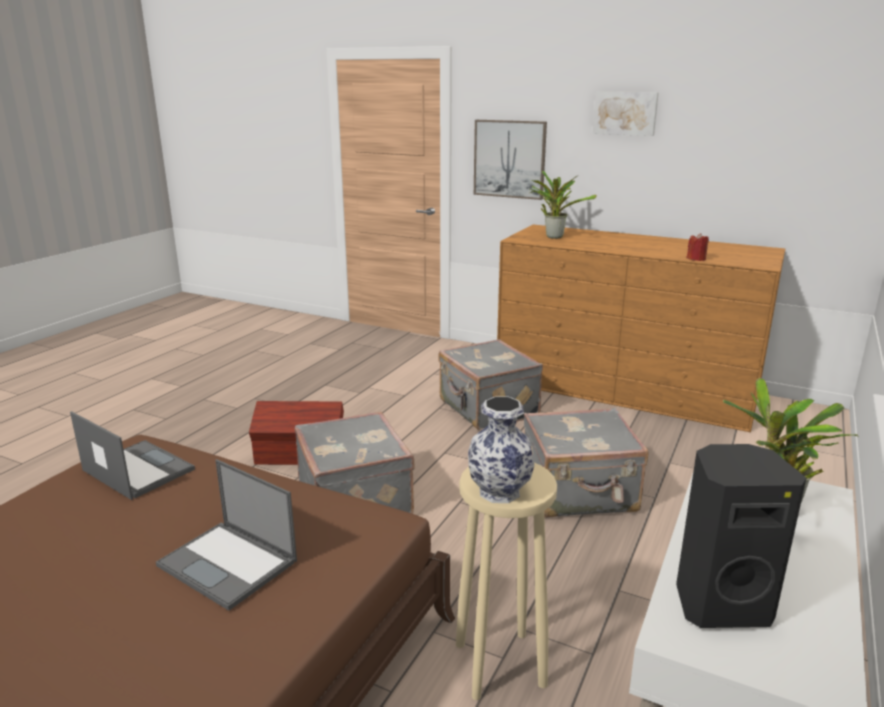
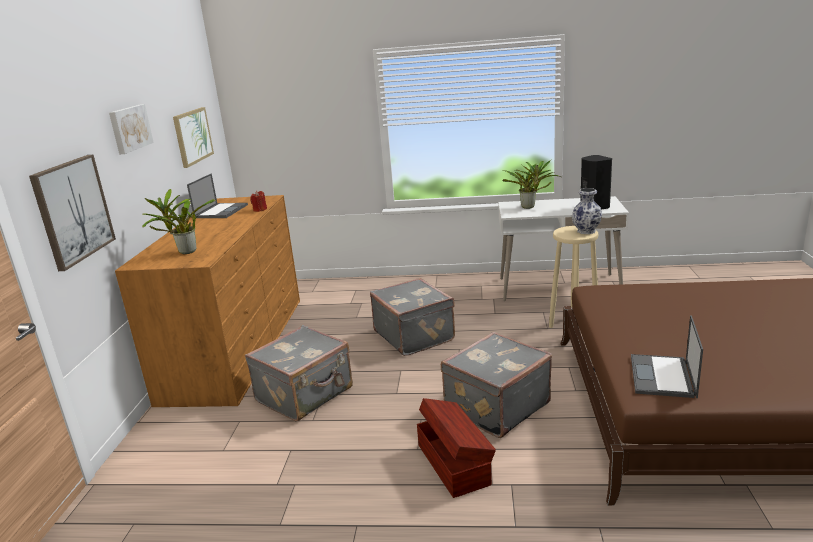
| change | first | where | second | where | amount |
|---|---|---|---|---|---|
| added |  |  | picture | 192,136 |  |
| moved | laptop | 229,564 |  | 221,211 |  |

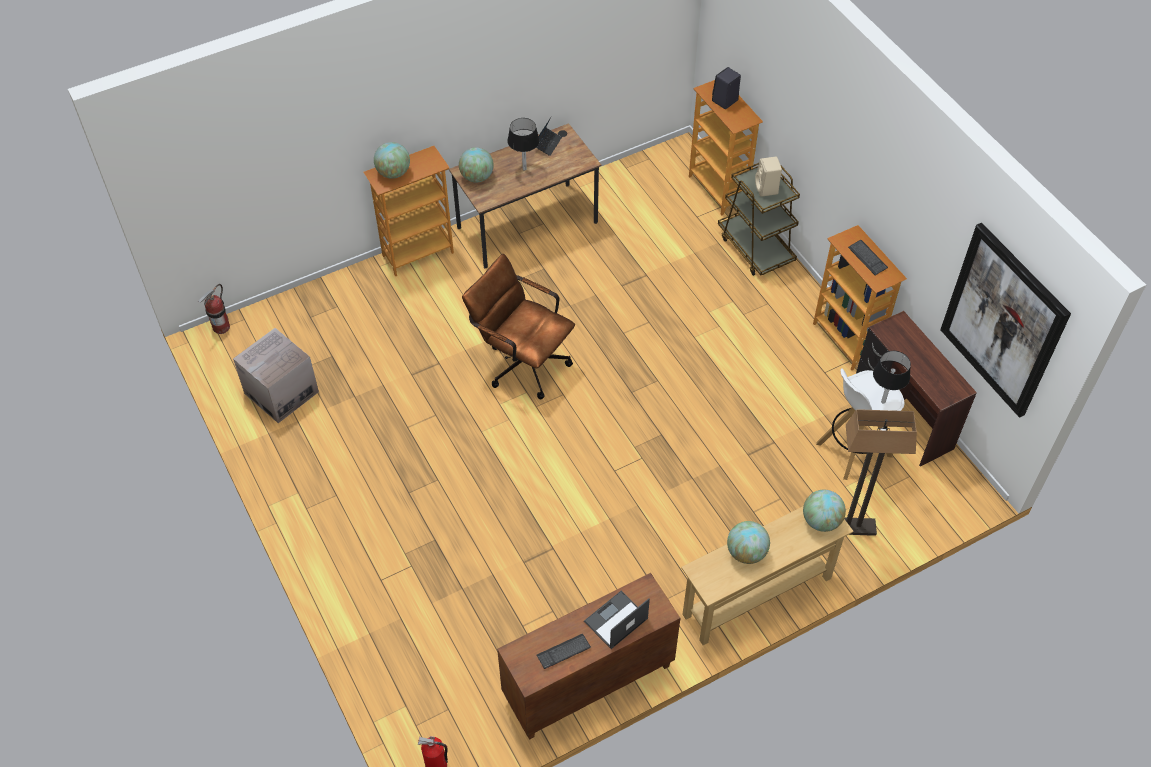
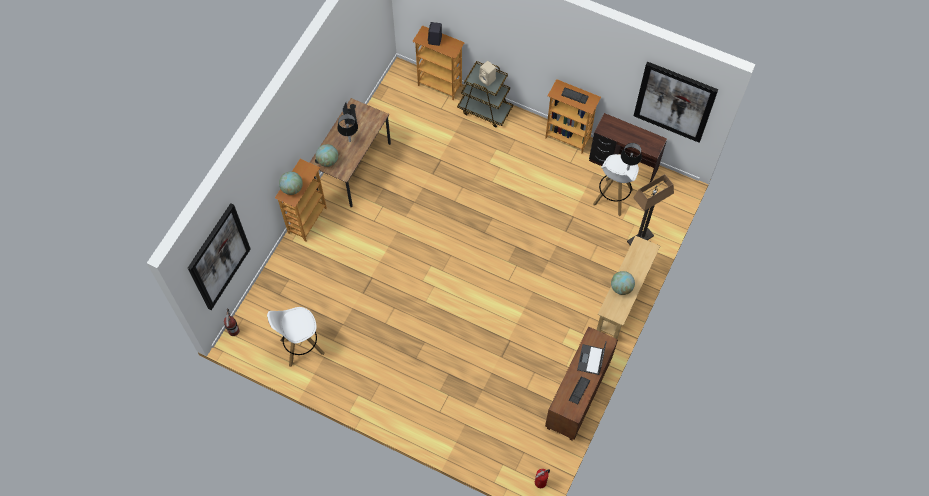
| change | first | where | second | where | amount |
|---|---|---|---|---|---|
| removed | brown office chair | 521,362 |  |  |  |
| removed | globe | 821,521 |  |  |  |
| added |  |  | picture | 219,257 |  |
| replaced | cardboard box | 281,392 | white stool | 301,347 |  |

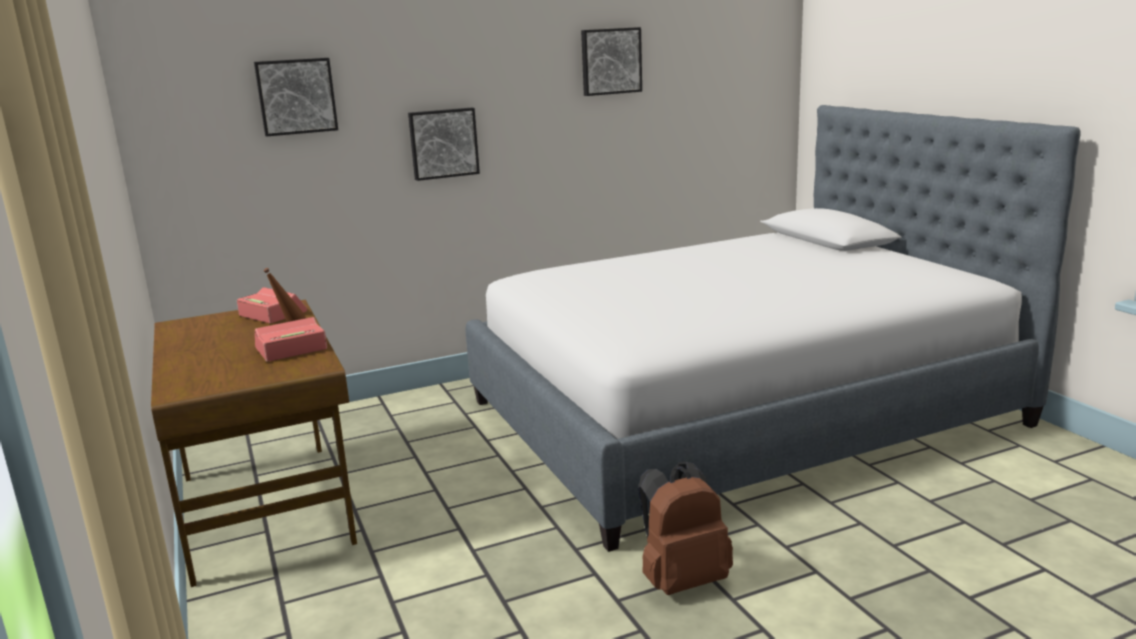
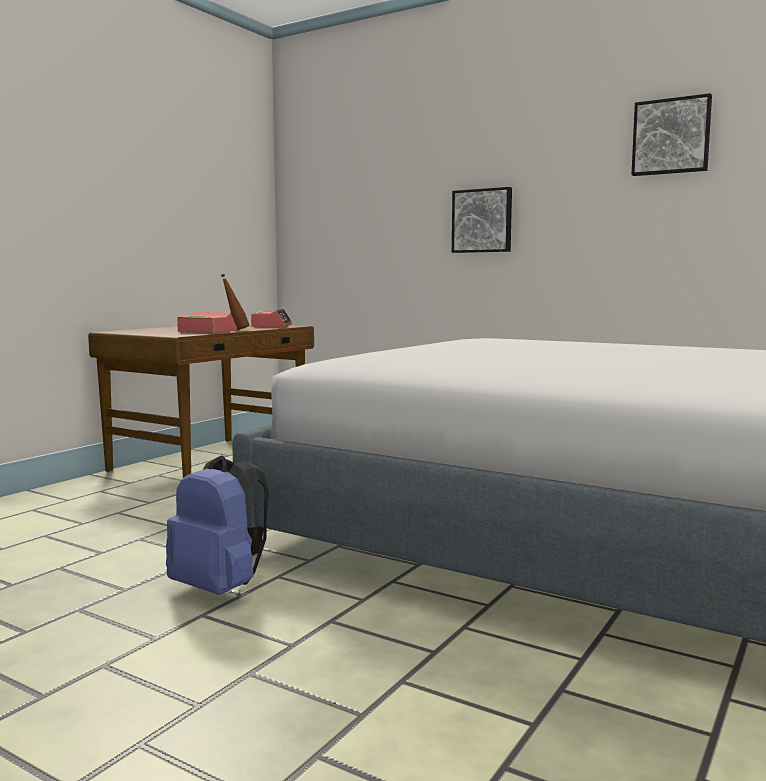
| change | first | where | second | where | amount |
|---|---|---|---|---|---|
| removed | picture | 296,96 |  |  |  |
| recoloured | brown backpack | 682,580 | blue backpack | 220,588 |  |

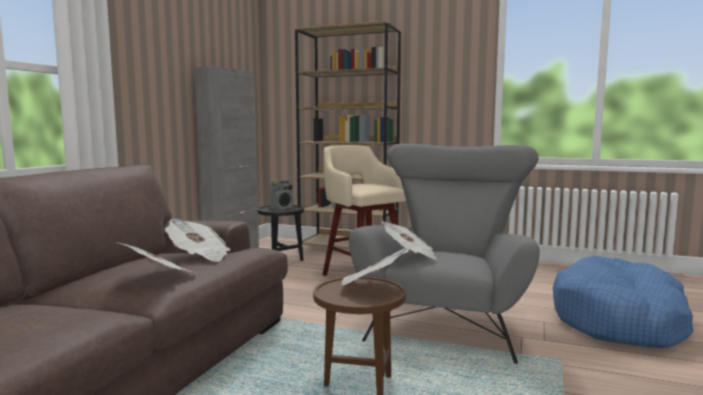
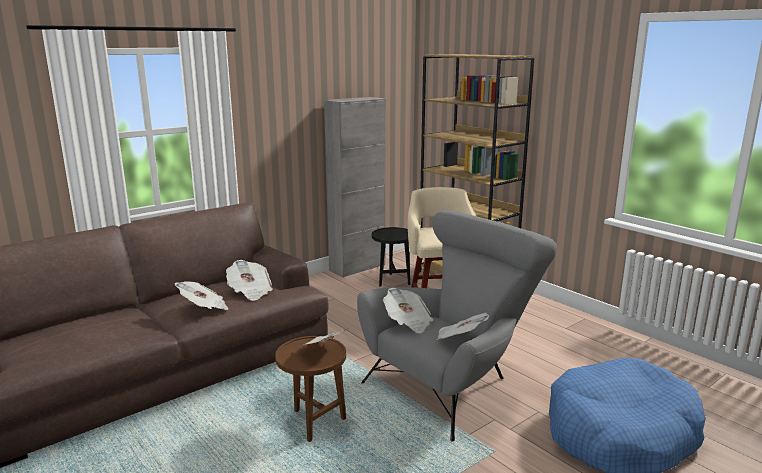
| change | first | where | second | where | amount |
|---|---|---|---|---|---|
| removed | radio | 282,208 |  |  |  |
| added |  |  | newspaper | 460,339 |  |

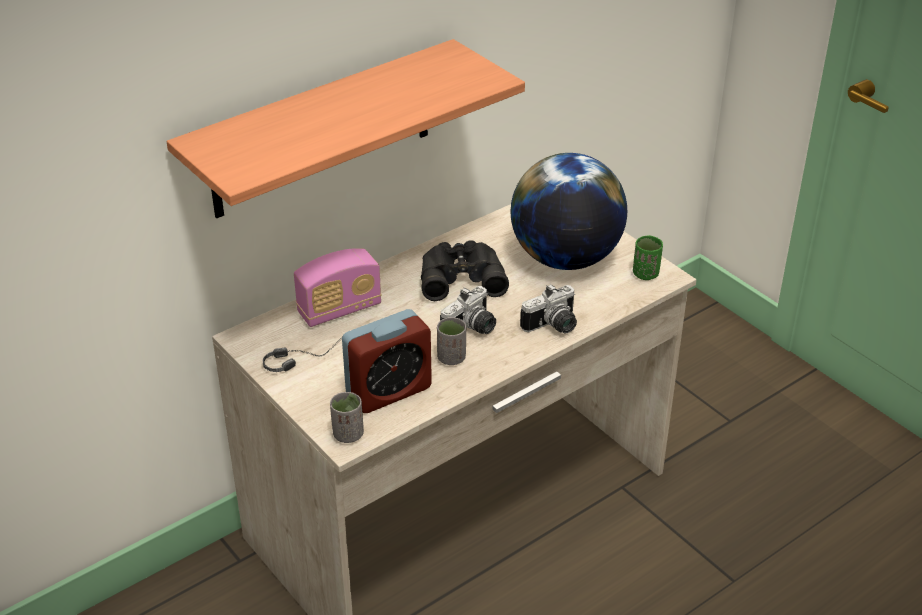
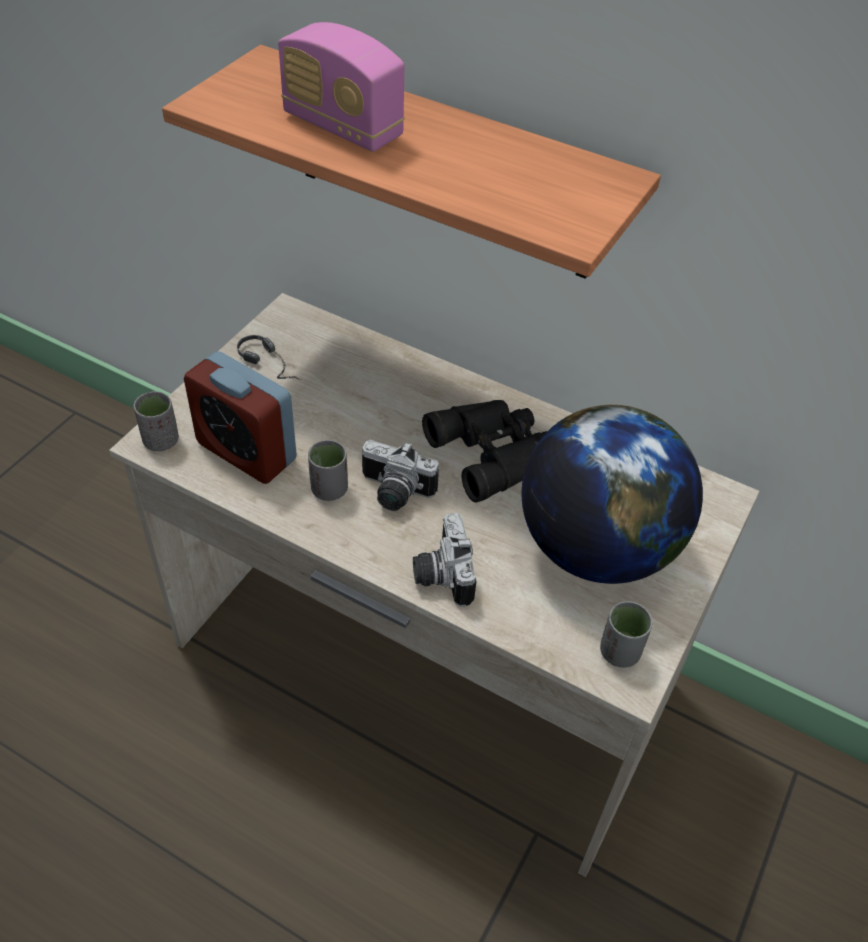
| change | first | where | second | where | amount |
|---|---|---|---|---|---|
| moved | radio | 339,309 |  | 342,127 |  |
| recoloured | green cup | 645,274 | grey cup | 619,652 |  |
| turned | photo camera | 553,326 |  | 440,574 | 45 degrees clockwise |

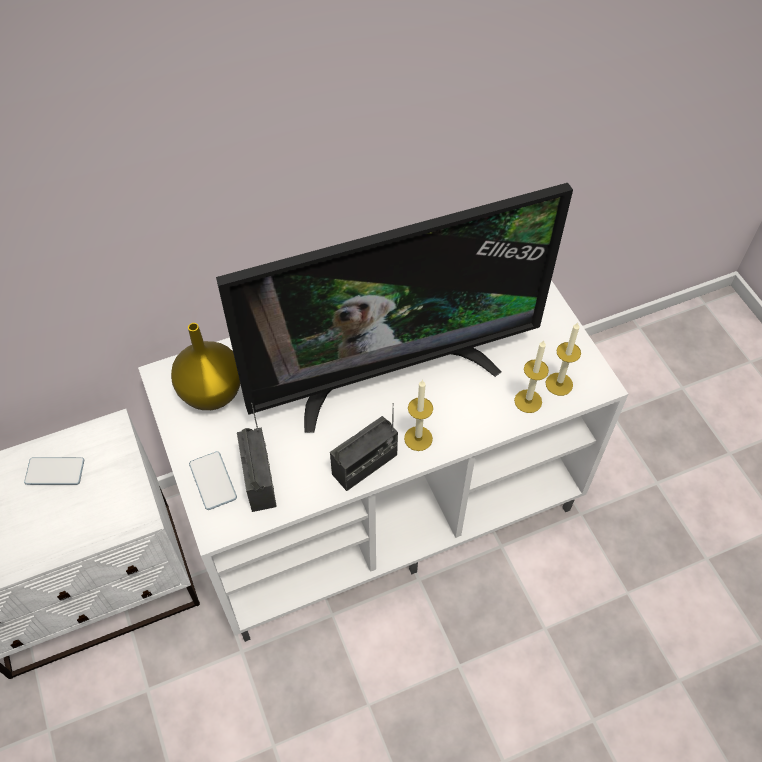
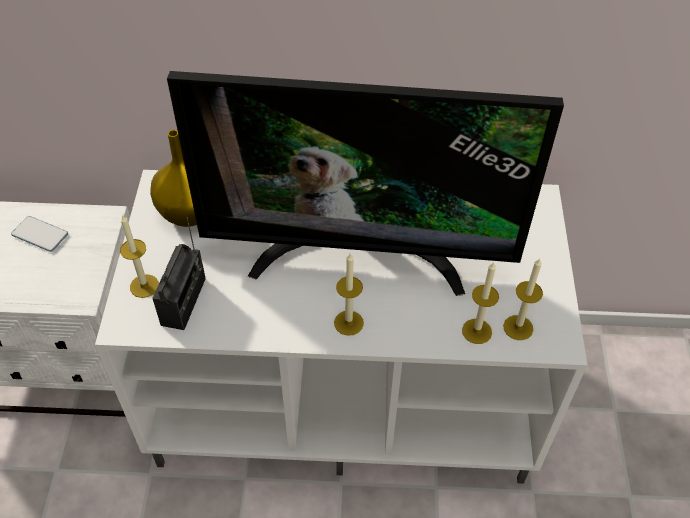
| change | first | where | second | where | amount |
|---|---|---|---|---|---|
| removed | radio | 365,465 |  |  |  |
| replaced | phone | 213,481 | candle | 144,286 |  |

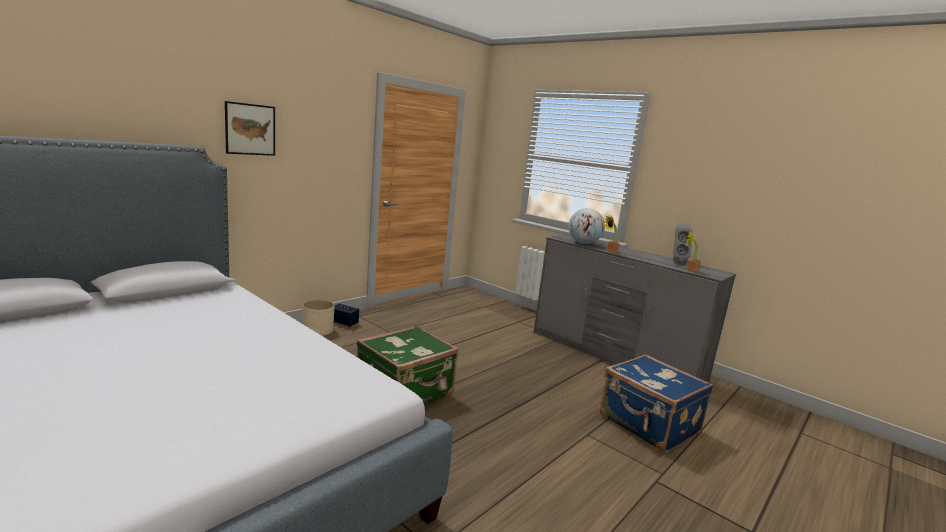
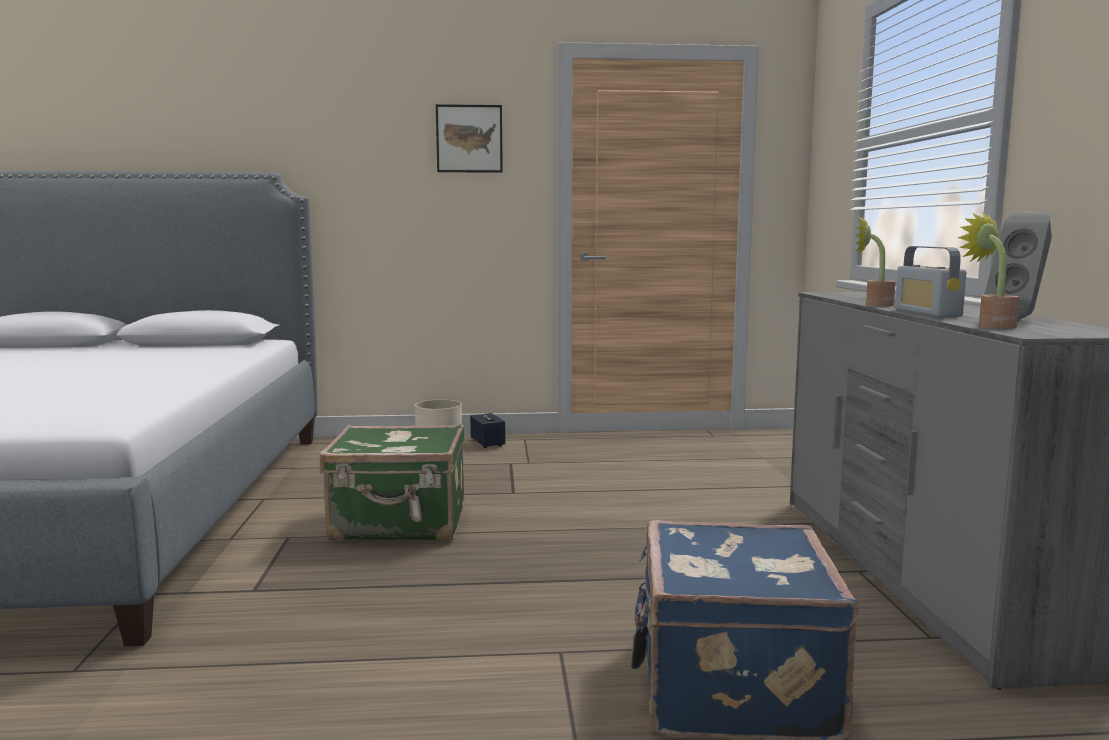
| change | first | where | second | where | amount |
|---|---|---|---|---|---|
| removed | globe | 583,243 |  |  |  |
| added |  |  | radio | 927,313 |  |
| moved | picture | 250,129 |  | 469,138 |  |

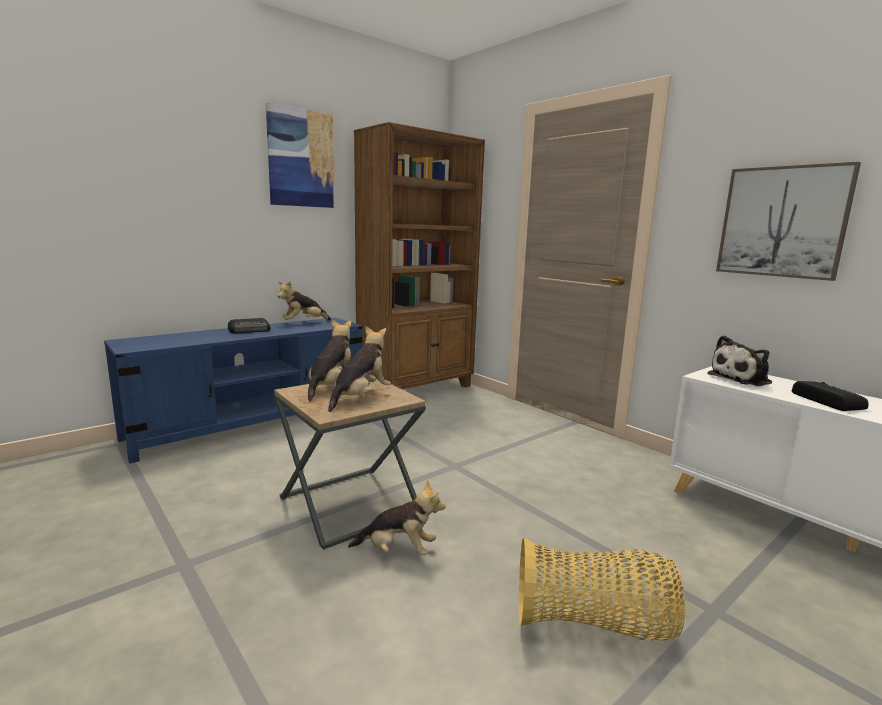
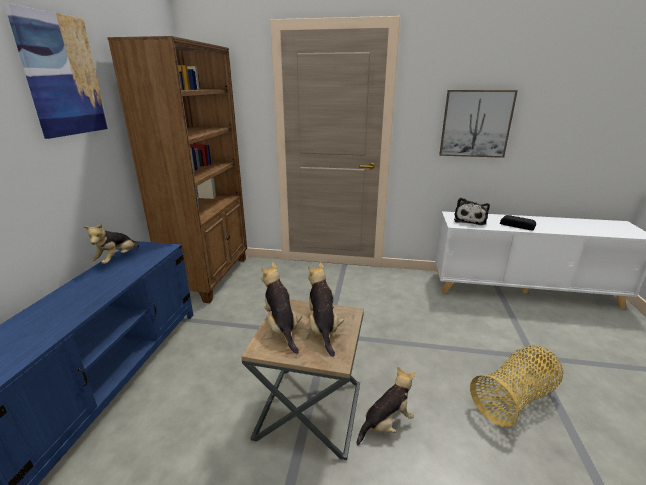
| change | first | where | second | where | amount |
|---|---|---|---|---|---|
| removed | radio | 250,330 |  |  |  |

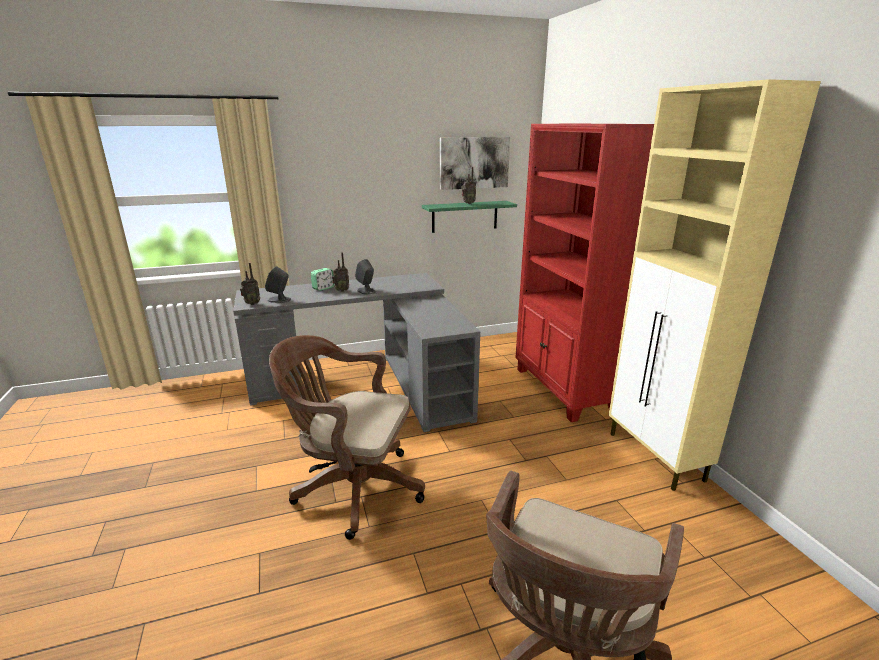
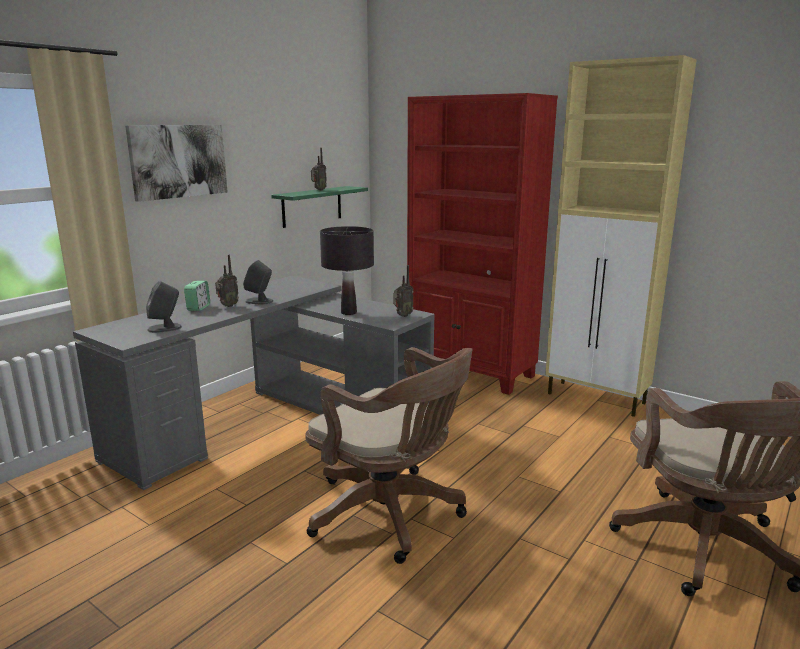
| change | first | where | second | where | amount |
|---|---|---|---|---|---|
| added |  |  | black table lamp | 348,312 |  |
| moved | radio | 252,303 |  | 402,316 |  |
| moved | picture | 474,163 |  | 178,161 |  |
| turned | brown office chair | 352,487 |  | 391,515 | 120 degrees counterclockwise |

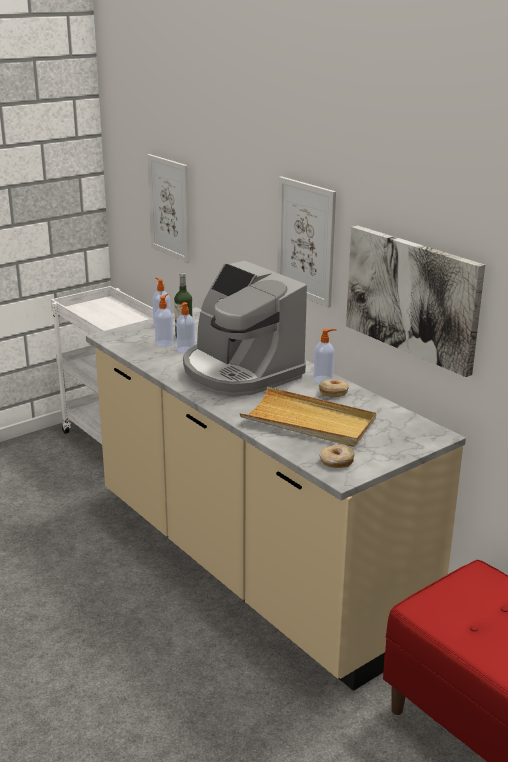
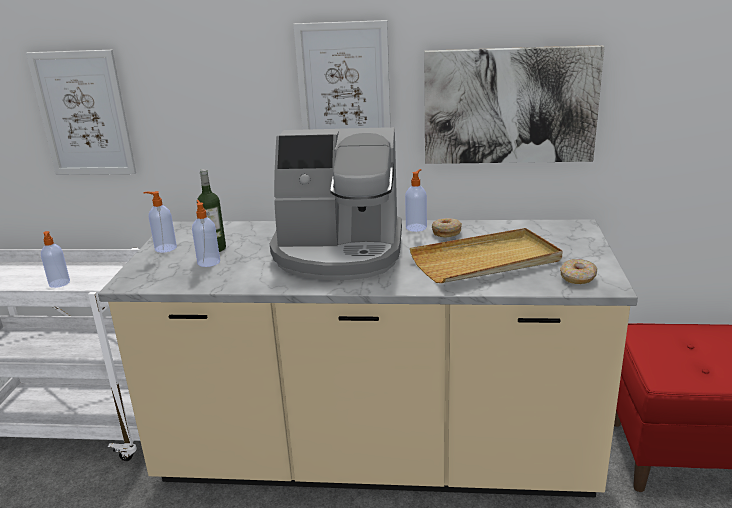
| change | first | where | second | where | amount |
|---|---|---|---|---|---|
| moved | soap dispenser | 185,350 |  | 59,283 |  |

